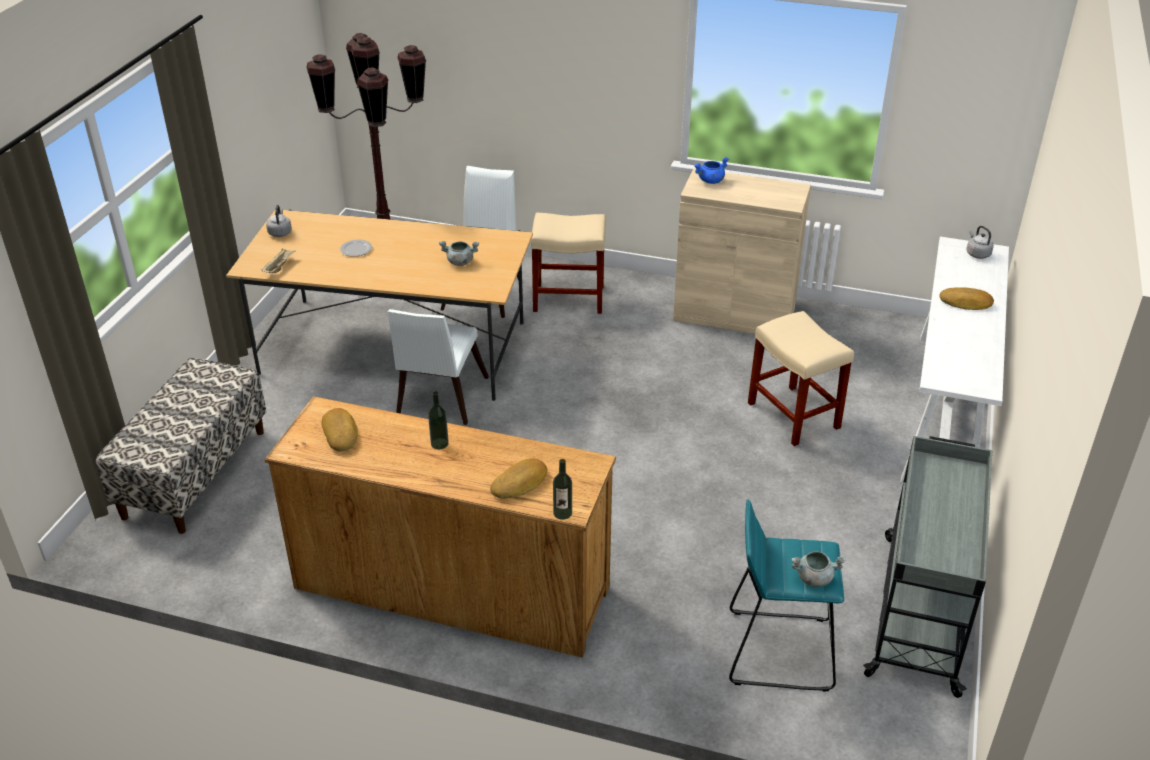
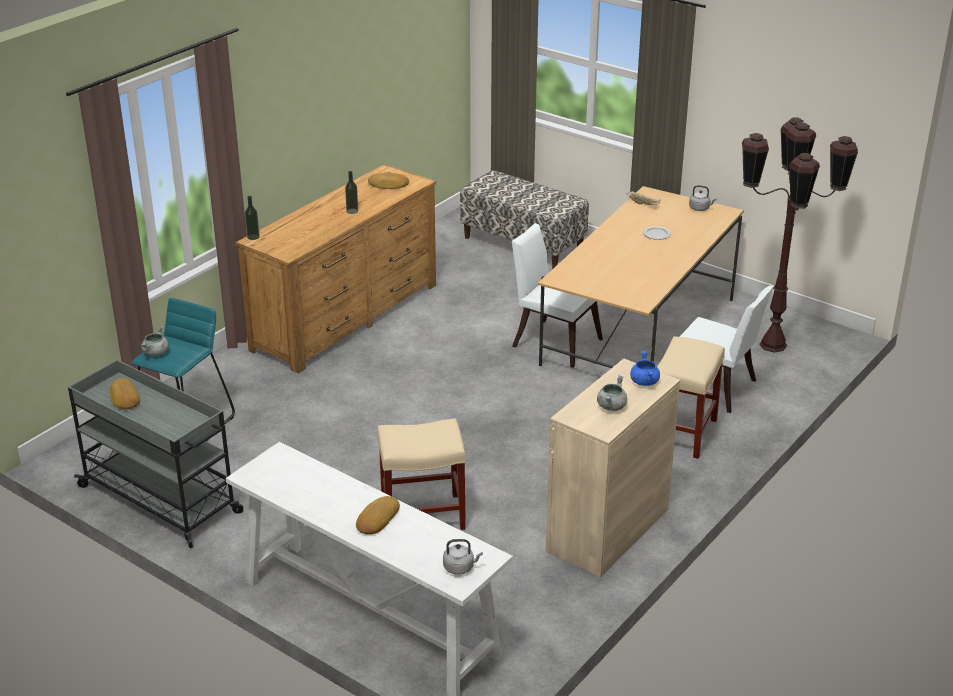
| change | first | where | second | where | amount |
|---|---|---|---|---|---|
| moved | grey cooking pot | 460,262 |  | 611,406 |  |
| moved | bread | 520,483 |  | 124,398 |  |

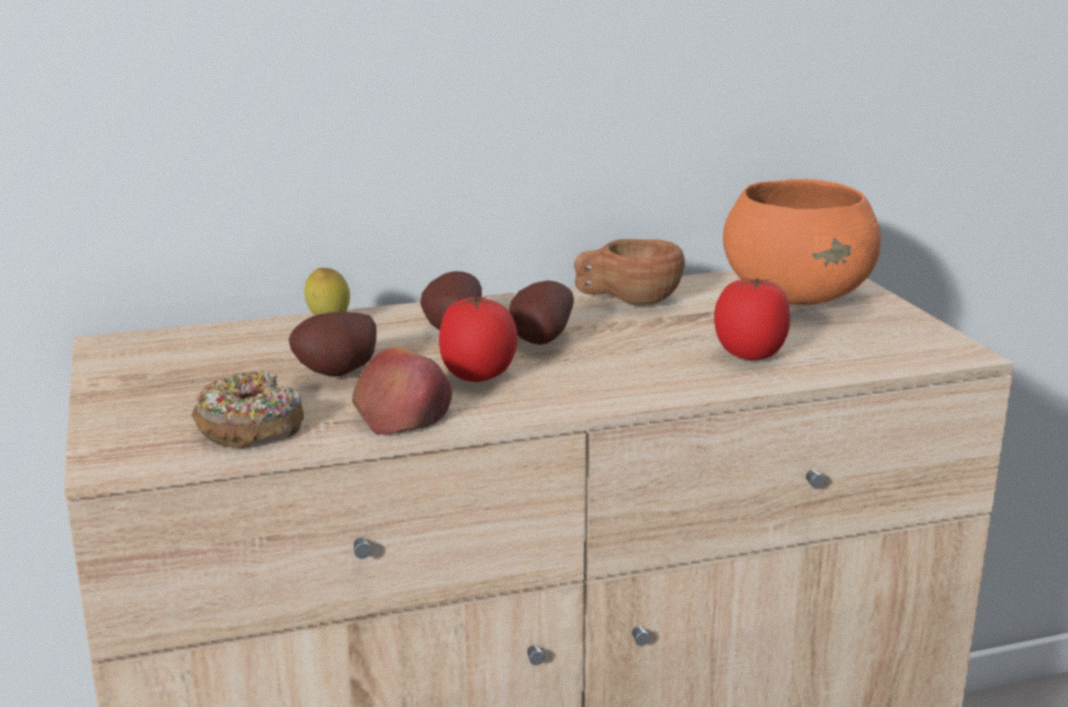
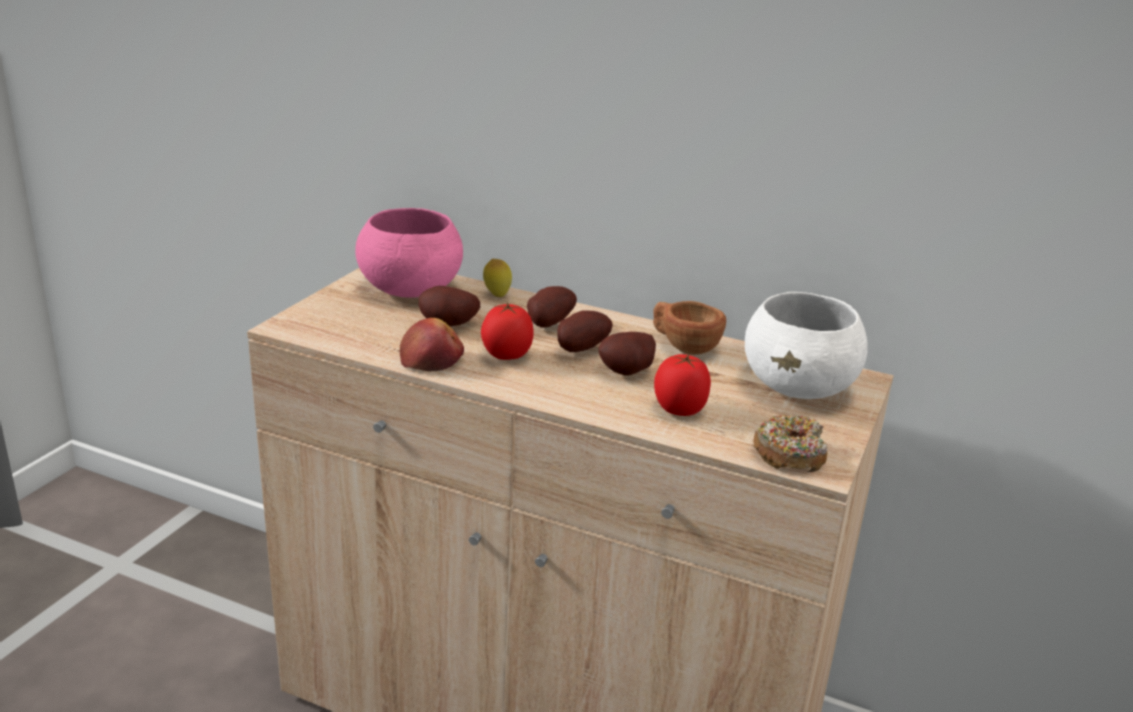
| change | first | where | second | where | amount |
|---|---|---|---|---|---|
| added |  |  | pink bowl | 410,291 |  |
| added |  |  | potato | 628,373 |  |
| moved | donut | 249,427 |  | 789,454 |  |
| recoloured | orange bowl | 797,297 | white bowl | 799,388 |  |

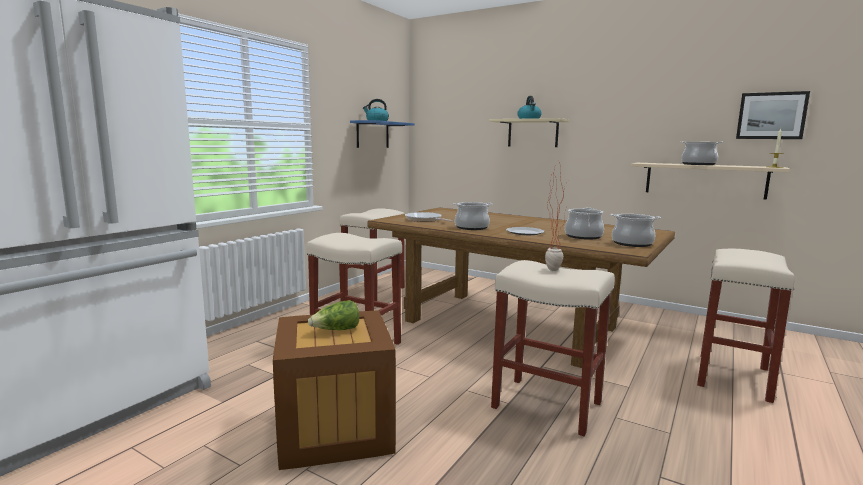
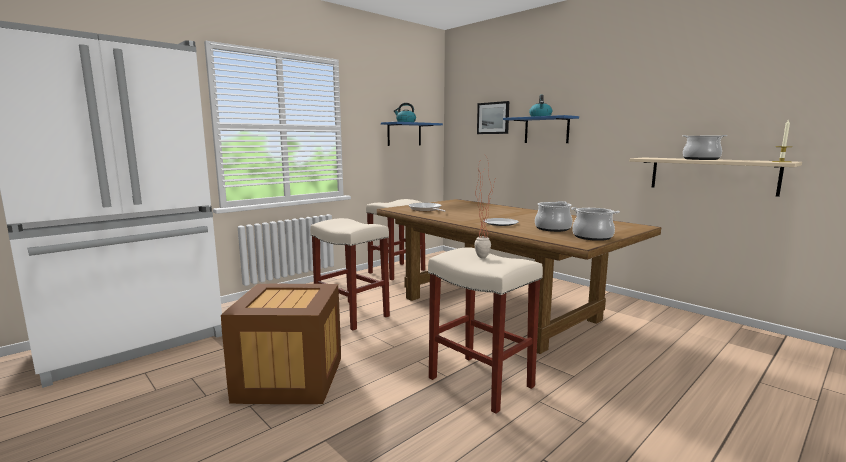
| change | first | where | second | where | amount |
|---|---|---|---|---|---|
| removed | lettuce | 336,330 |  |  |  |
| removed | cooking pot | 471,227 |  |  |  |
| removed | beige stool | 734,377 |  |  |  |
| moved | picture | 771,116 |  | 493,118 |  |
| recoloured | beige shelf | 533,133 | blue shelf | 546,130 |  |

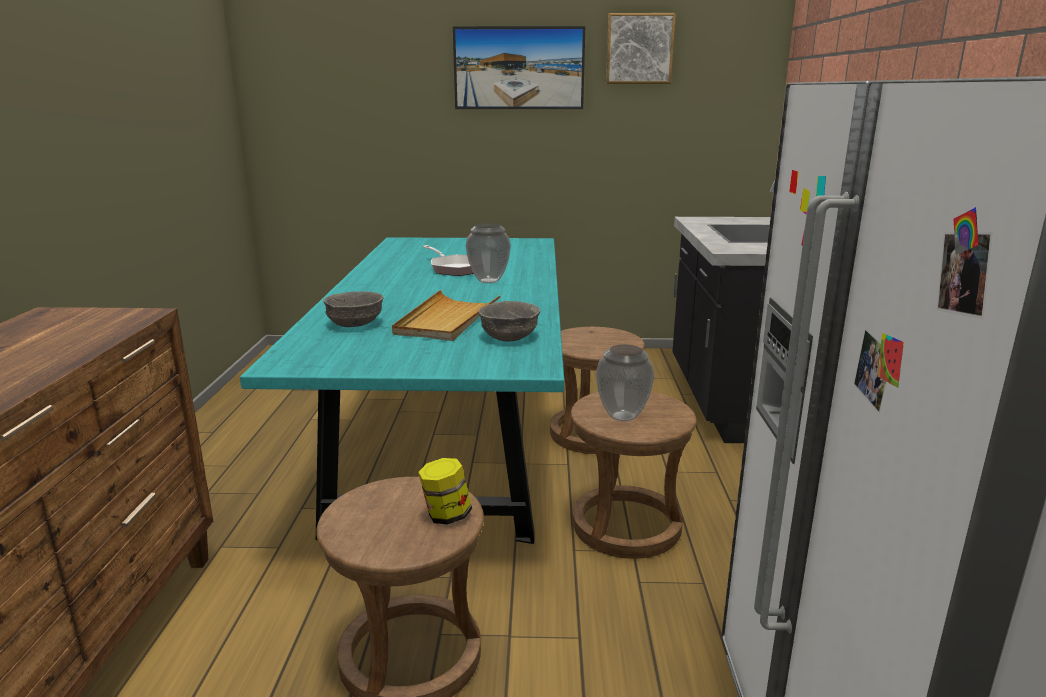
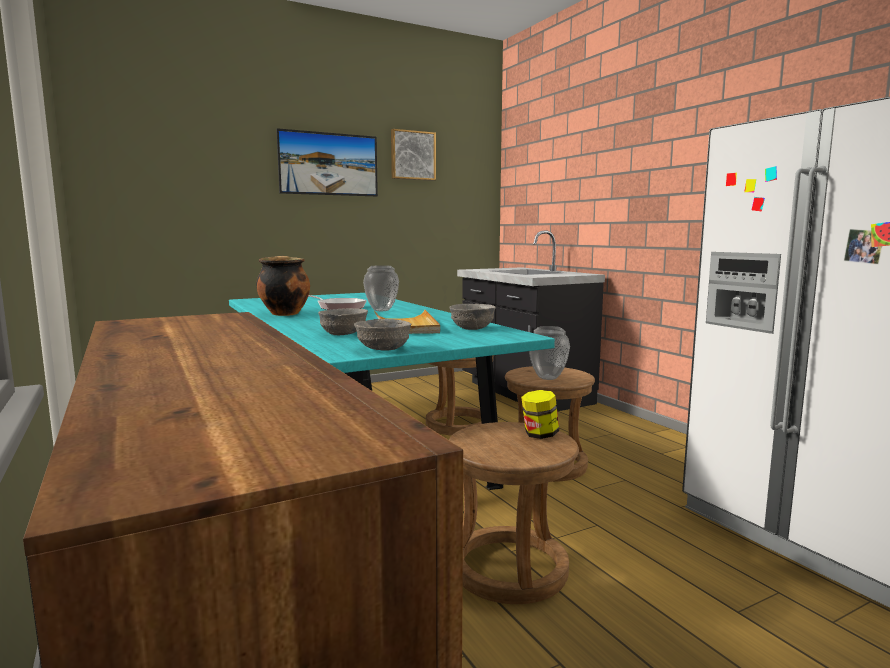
| change | first | where | second | where | amount |
|---|---|---|---|---|---|
| added |  |  | cooking pot | 284,314 |  |
| added |  |  | grey bowl | 382,349 |  |

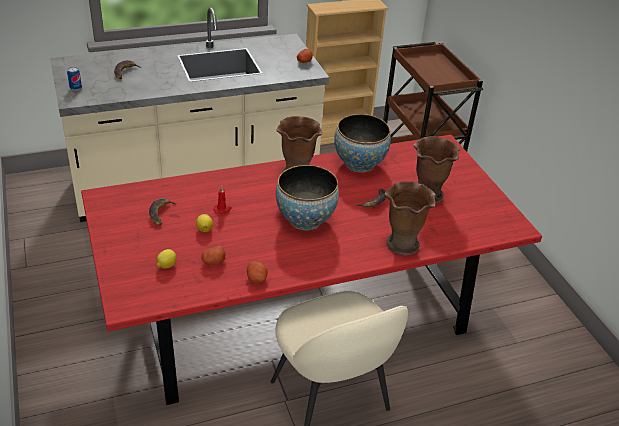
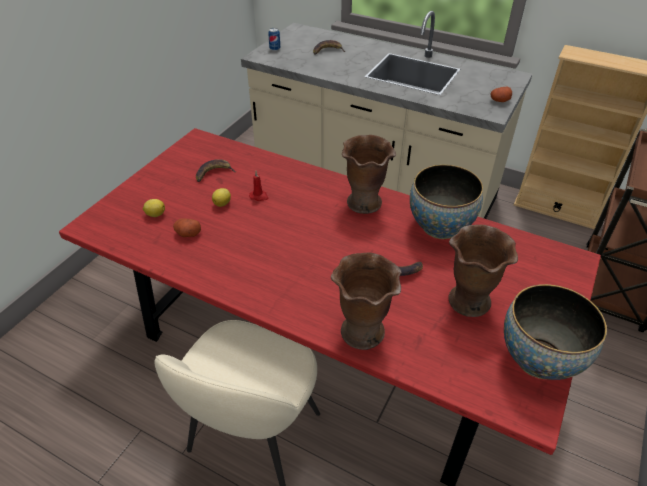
| change | first | where | second | where | amount |
|---|---|---|---|---|---|
| removed | potato | 257,278 |  |  |  |
| moved | bowl | 305,220 |  | 539,359 |  |

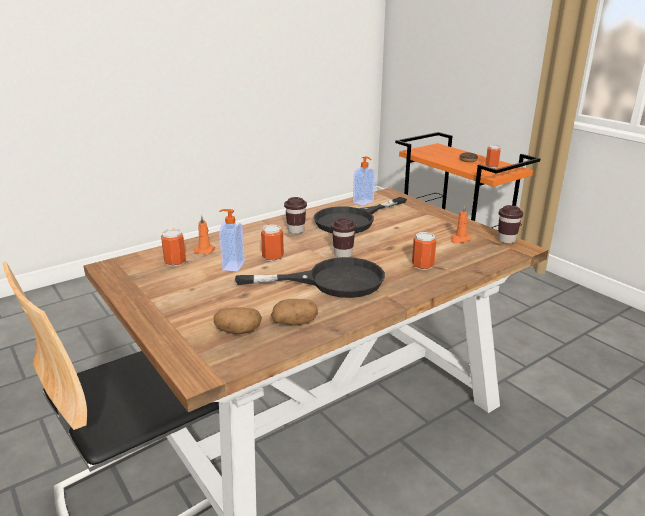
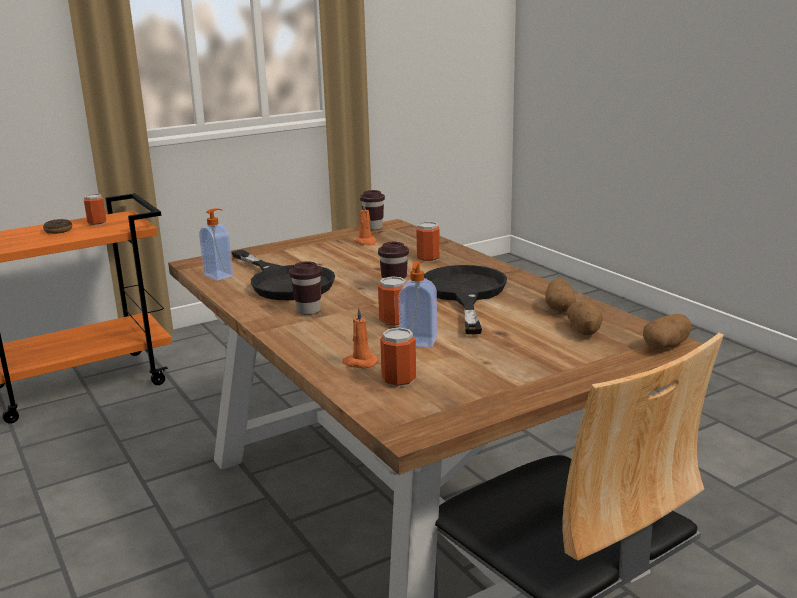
| change | first | where | second | where | amount |
|---|---|---|---|---|---|
| added |  |  | potato | 666,346 |  |

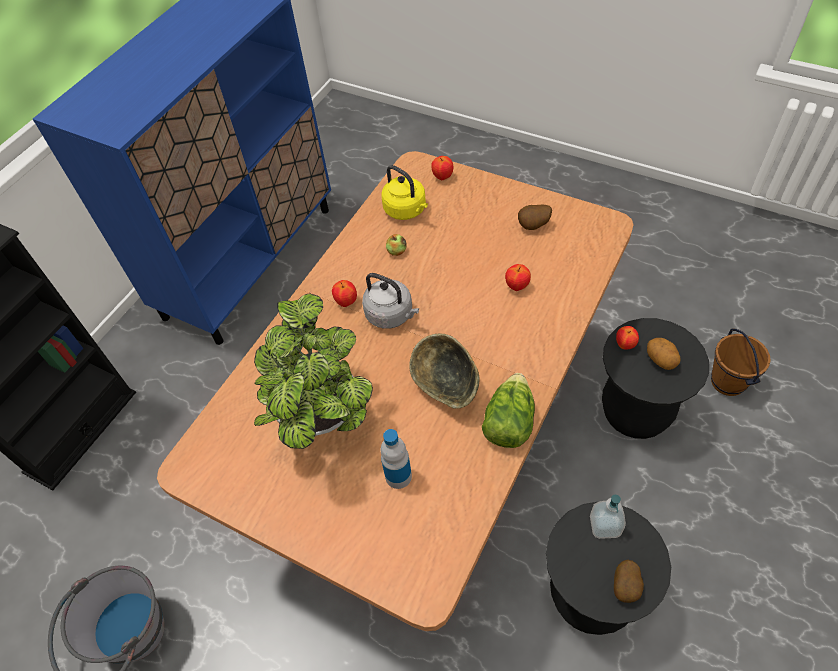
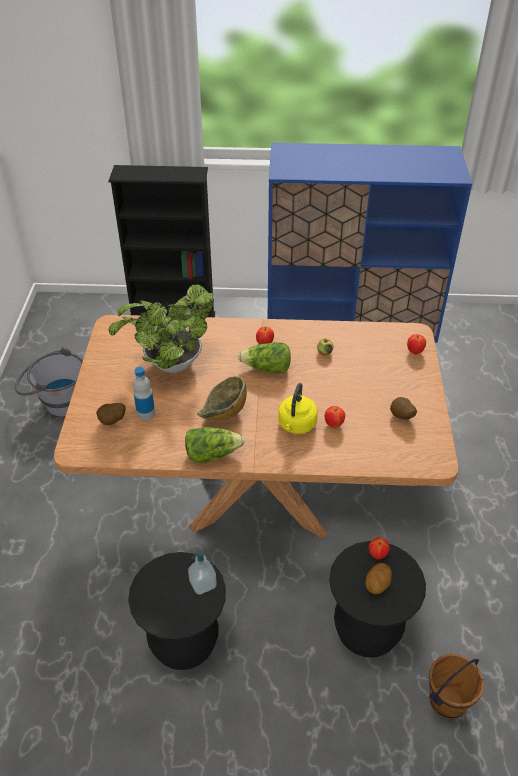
| change | first | where | second | where | amount |
|---|---|---|---|---|---|
| moved | yellow kettle | 406,210 |  | 296,425 |  |
| moved | potato | 626,587 |  | 112,422 |  |
| replaced | grey kettle | 391,315 | lettuce | 267,368 |  |

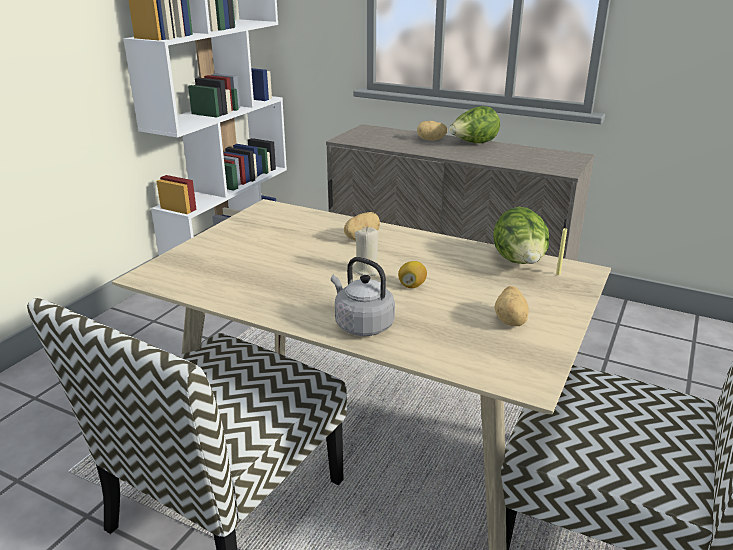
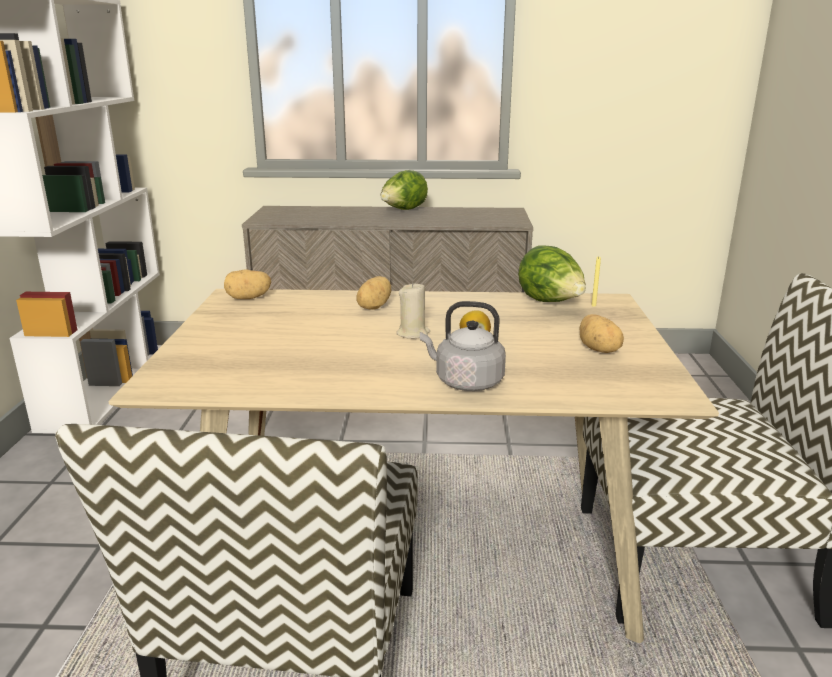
| change | first | where | second | where | amount |
|---|---|---|---|---|---|
| moved | potato | 431,140 |  | 248,298 |  |

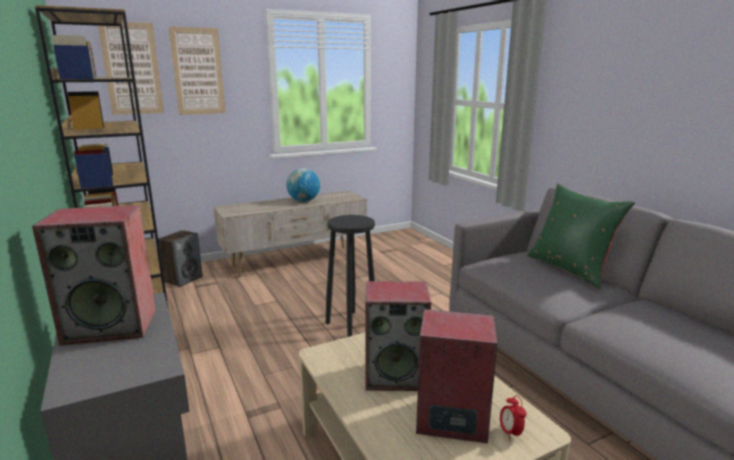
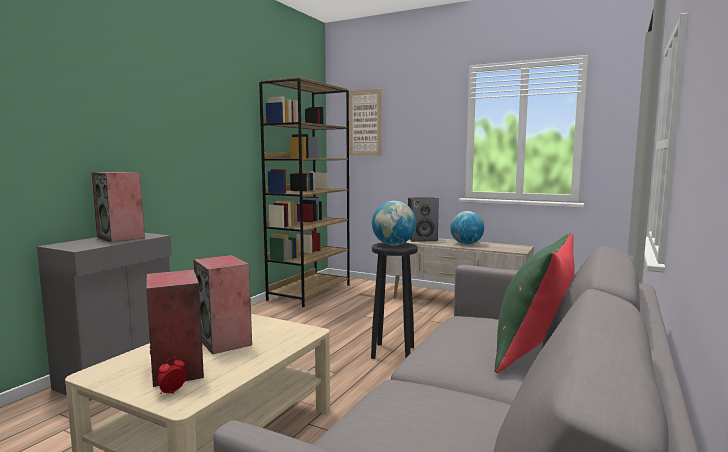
| change | first | where | second | where | amount |
|---|---|---|---|---|---|
| removed | picture | 198,71 |  |  |  |
| added |  |  | globe | 393,245 |  |
| moved | speaker | 183,279 |  | 422,239 |  |

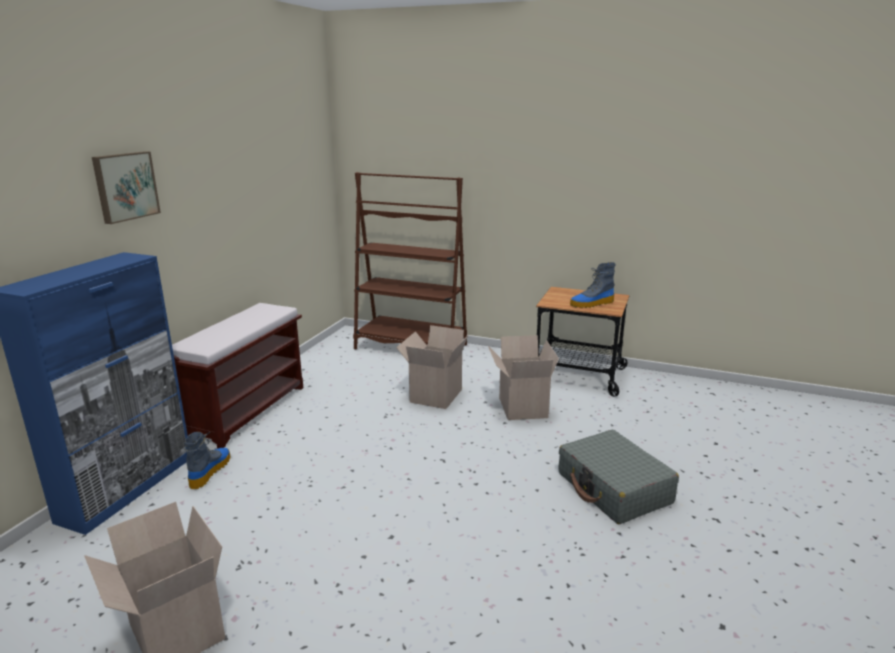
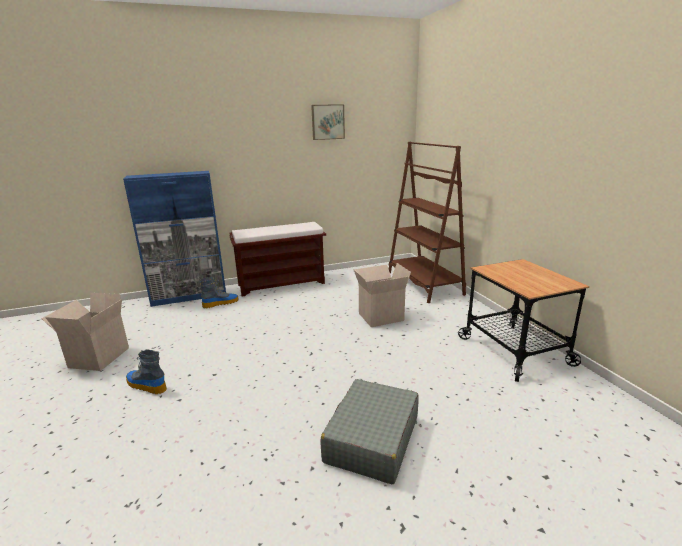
| change | first | where | second | where | amount |
|---|---|---|---|---|---|
| removed | cardboard box | 520,407 |  |  |  |
| moved | picture | 125,186 |  | 327,122 |  |
| moved | boot | 592,304 |  | 146,385 |  |

